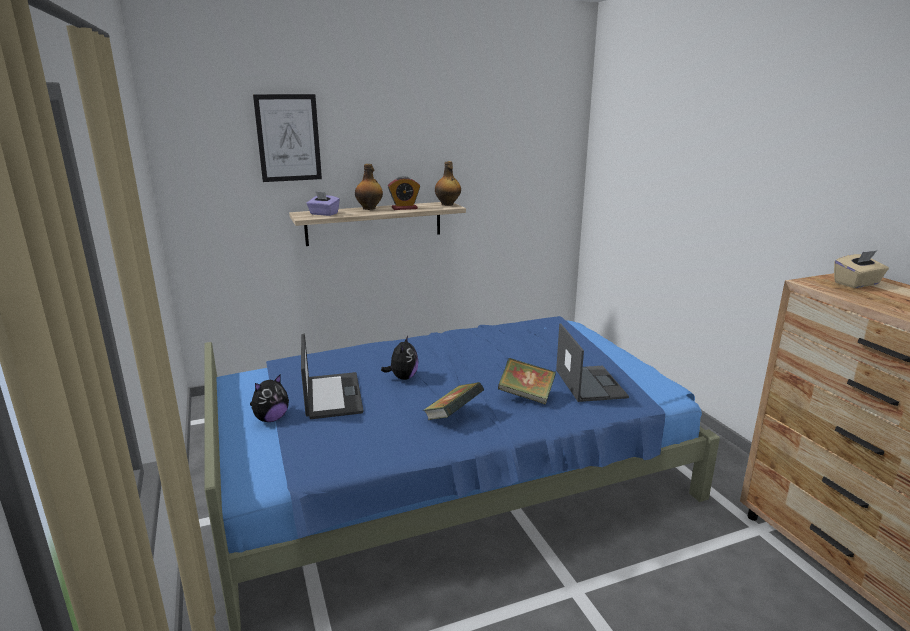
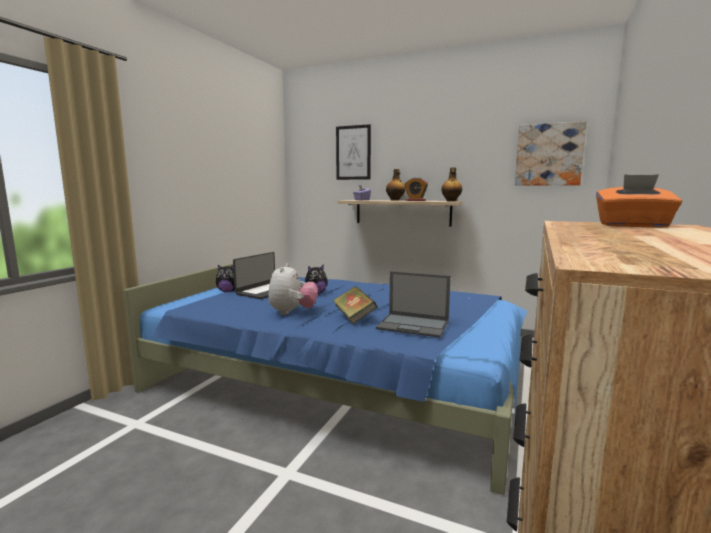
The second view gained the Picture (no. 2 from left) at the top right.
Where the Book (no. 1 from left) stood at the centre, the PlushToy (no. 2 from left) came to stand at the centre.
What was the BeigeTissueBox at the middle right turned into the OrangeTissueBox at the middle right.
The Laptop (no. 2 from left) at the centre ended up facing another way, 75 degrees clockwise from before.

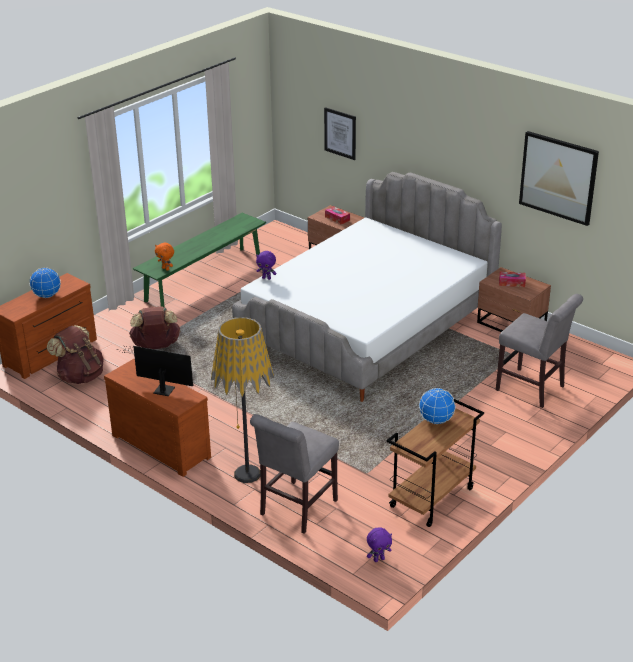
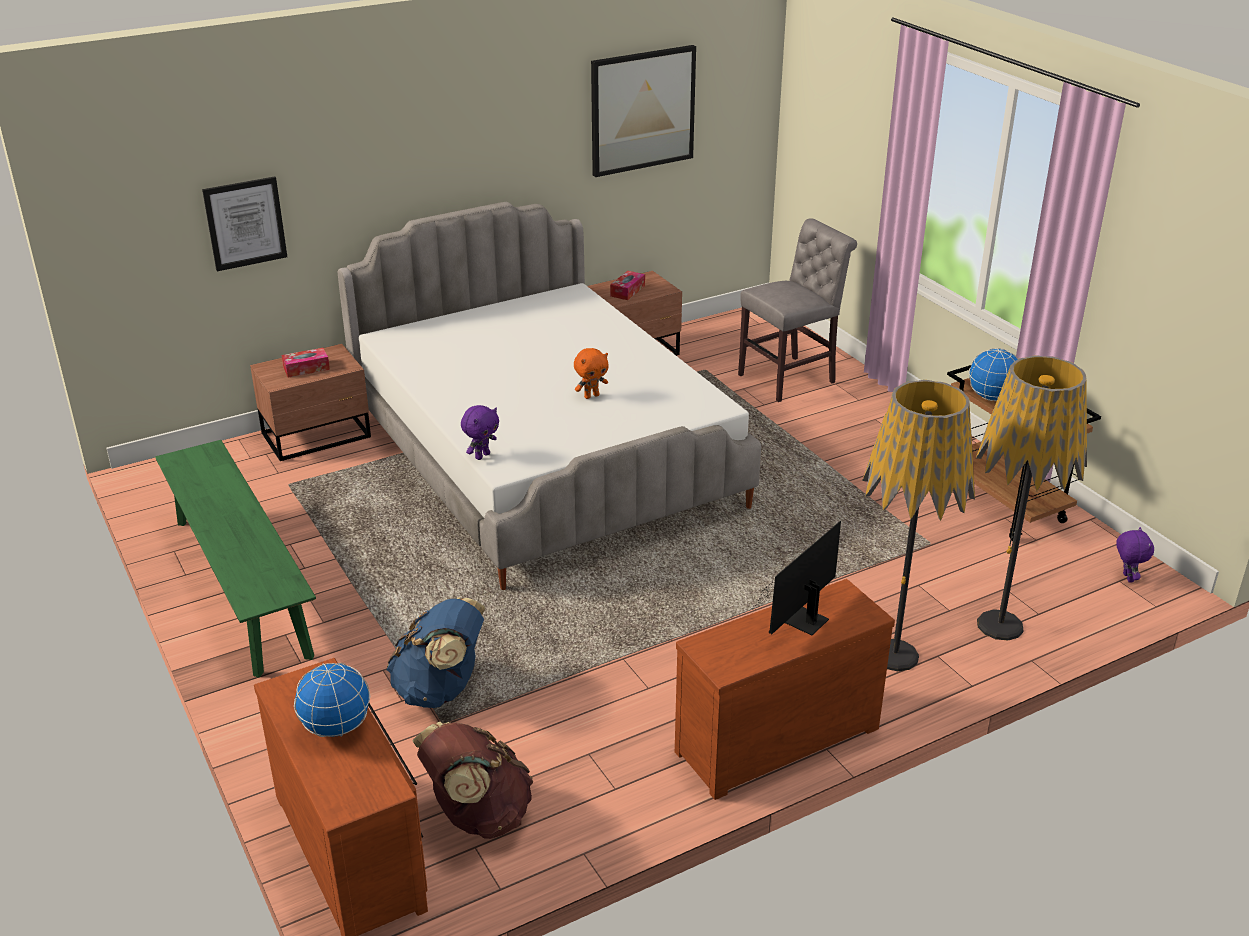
The OrangePlushToy ended up elsewhere, having gone from the middle left to the centre.
Where the GreyChair (no. 1 from left) stood at the bottom centre, the FloorLamp (no. 2 from left) came to stand at the middle right.
What was the BrownBackpack (no. 2 from left) at the middle left turned into the BlueBackpack at the bottom centre.

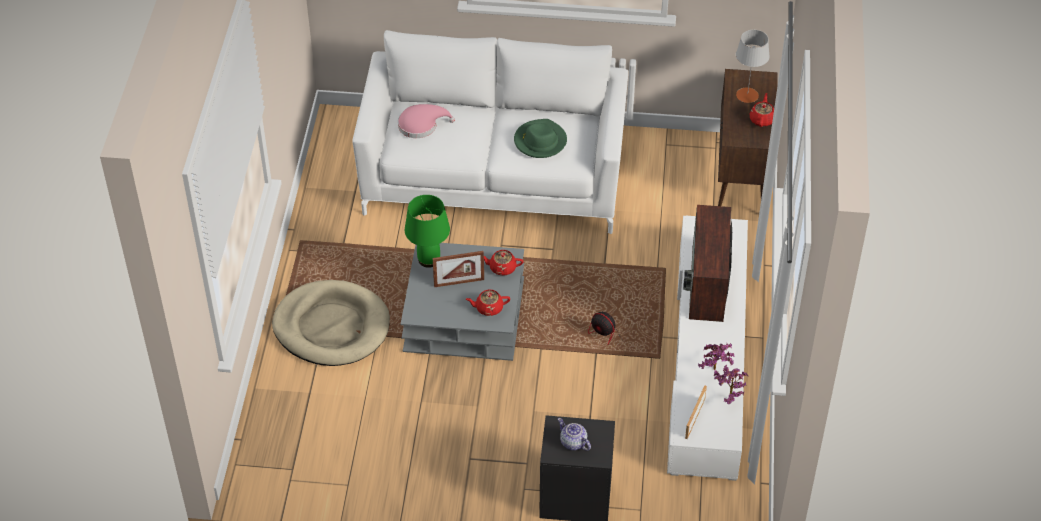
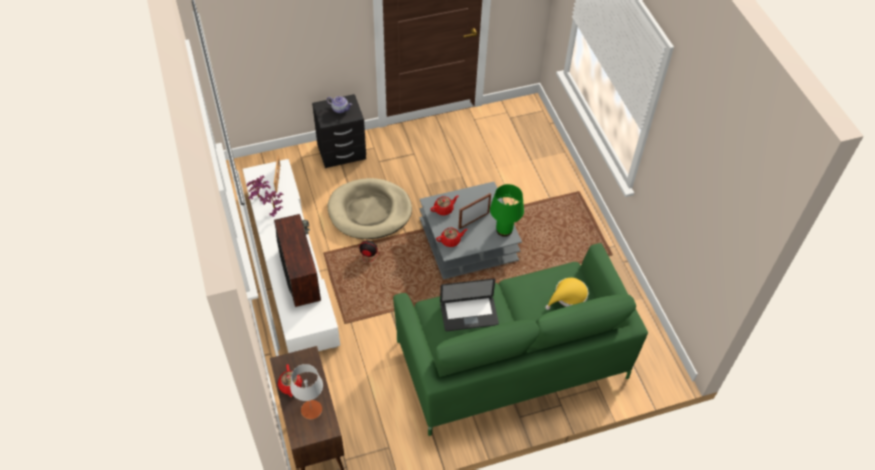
The BeigeDogBed ended up elsewhere, having gone from the middle left to the centre.
Where the GreenHat stood at the top centre, the Laptop came to stand at the centre.
What was the WhiteSofa at the top centre turned into the GreenSofa at the bottom centre.
What was the PinkHat at the top centre turned into the YellowHat at the centre.

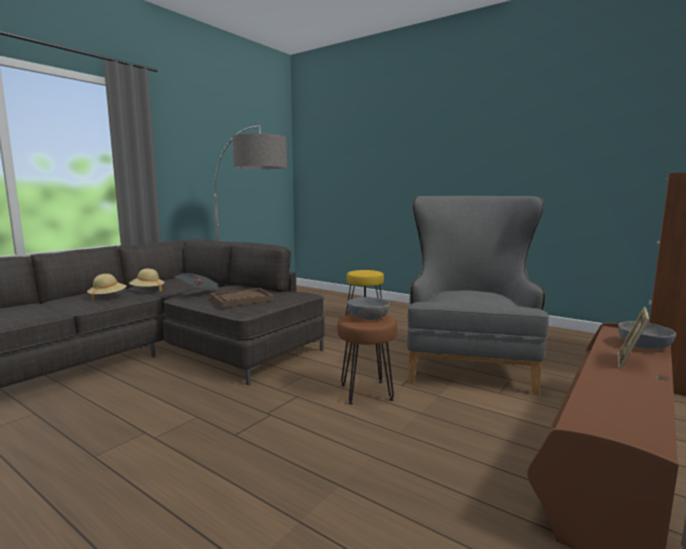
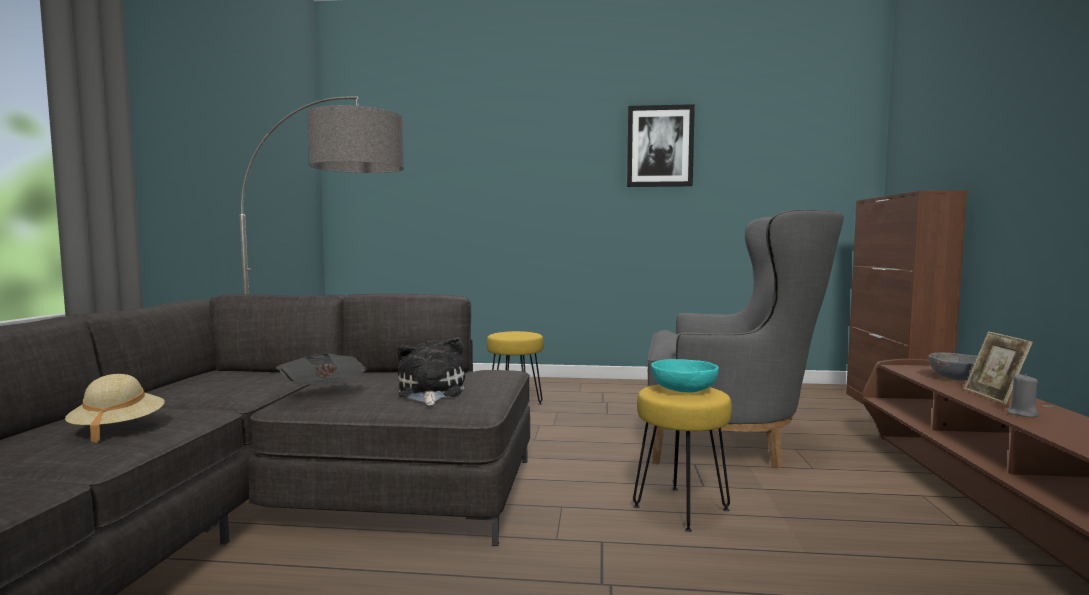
The second view lost the BeigeHat (no. 2 from left) at the middle left.
The second view gained the Picture at the top centre.
The second view gained the GreyCandle at the middle right.
Where the BrownTray stood at the centre, the PlushToy came to stand at the centre.
What was the BrownStool at the centre turned into the YellowStool (no. 2 from left) at the bottom centre.
What was the GreyBowl (no. 1 from left) at the centre turned into the TurquoiseBowl at the centre.
The GreyArmchair at the middle right ended up facing another way, 120 degrees clockwise from before.

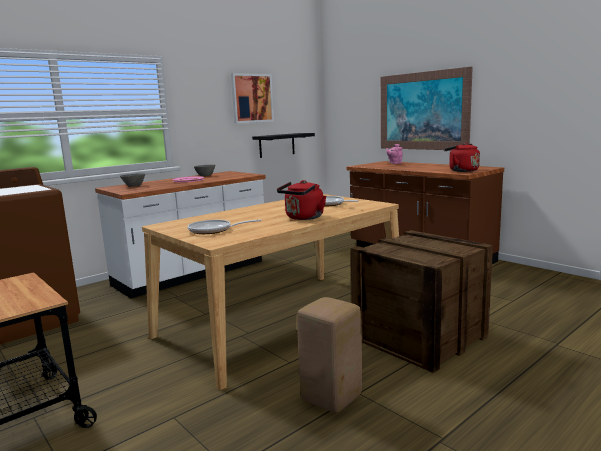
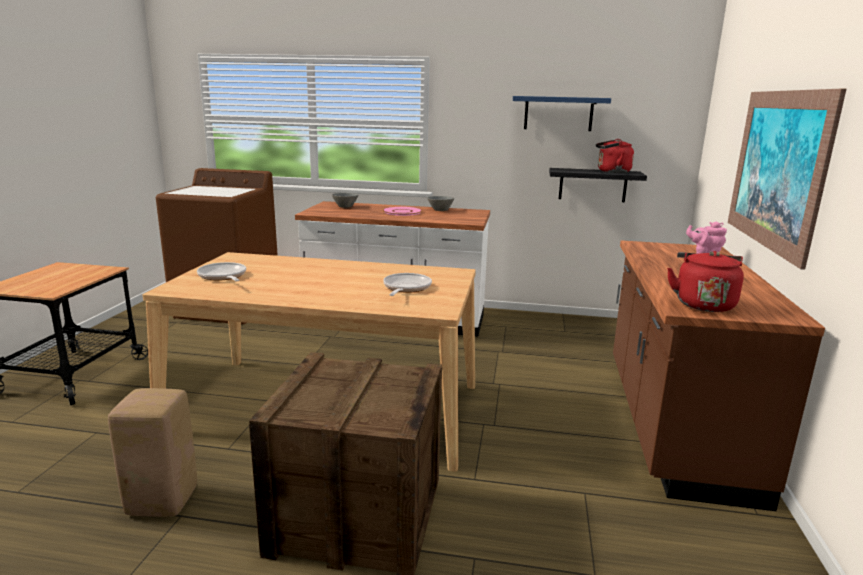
The RedKettle (no. 1 from left) ended up elsewhere, having gone from the centre to the top right.
Where the Picture (no. 1 from left) hung at the top centre, the BlueShelf came to hang at the top centre.

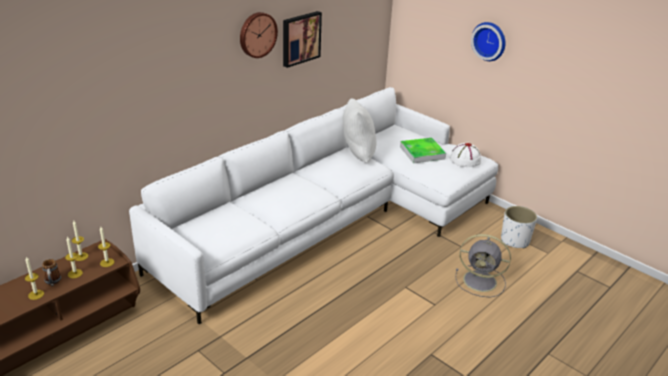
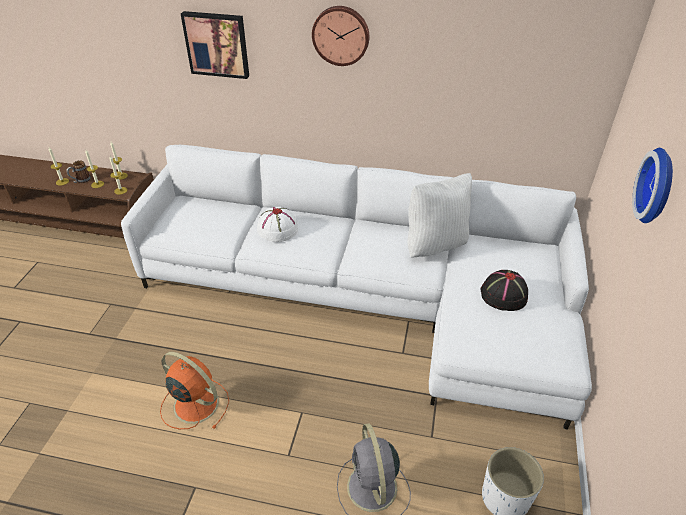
The second view gained the OrangeFan at the bottom left.
The Picture ended up elsewhere, having gone from the top centre to the top left.
The WhiteHat ended up elsewhere, having gone from the middle right to the centre.
Where the Tray stood at the centre, the BlackHat came to stand at the middle right.

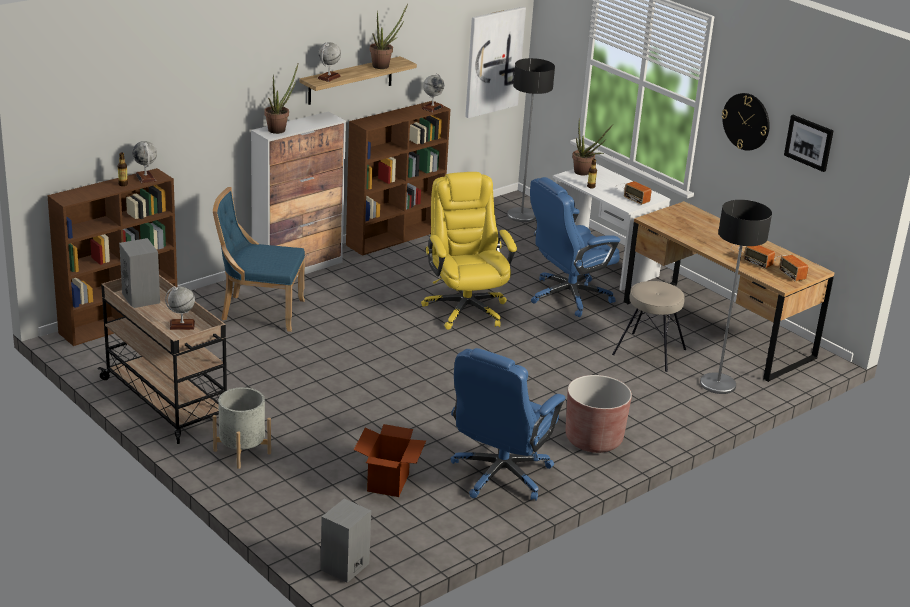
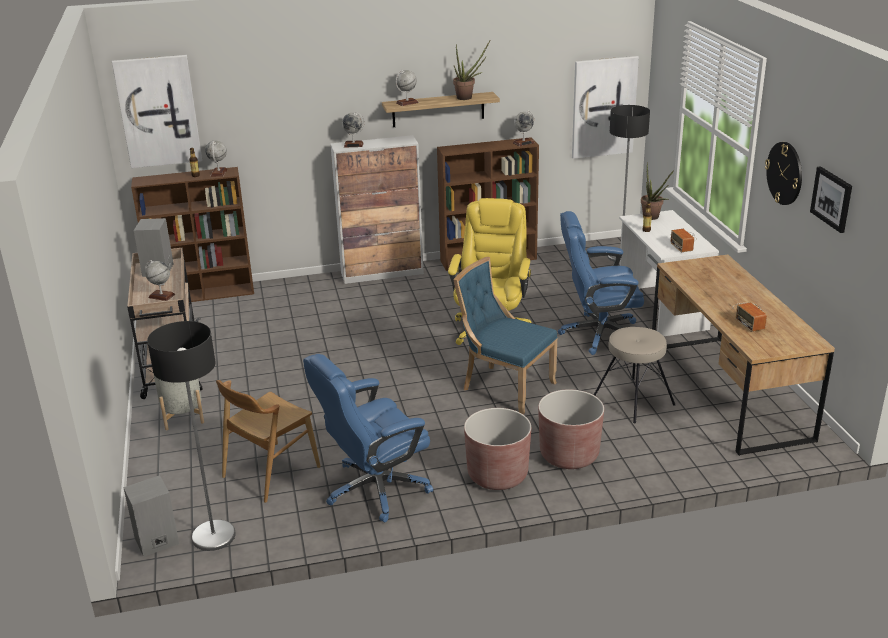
The second view lost the Radio (no. 3 from left) at the middle right.
The second view gained the Picture (no. 1 from left) at the top left.
The second view gained the BrownPlanter (no. 2 from left) at the bottom centre.
The BlueChair ended up elsewhere, having gone from the middle left to the centre.
The FloorLamp (no. 2 from left in the first image) ended up elsewhere, having gone from the middle right to the bottom left.
Where the PottedPlant (no. 1 from left) stood at the top left, the Globe (no. 3 from left) came to stand at the top centre.
Where the CardboardBox stood at the bottom centre, the BrownChair came to stand at the bottom left.

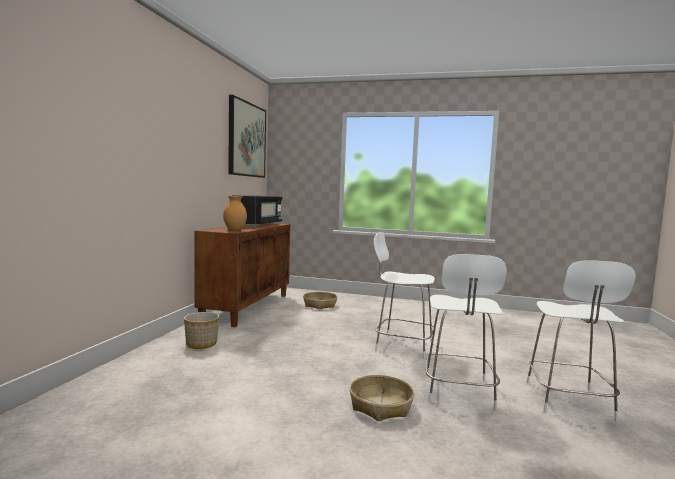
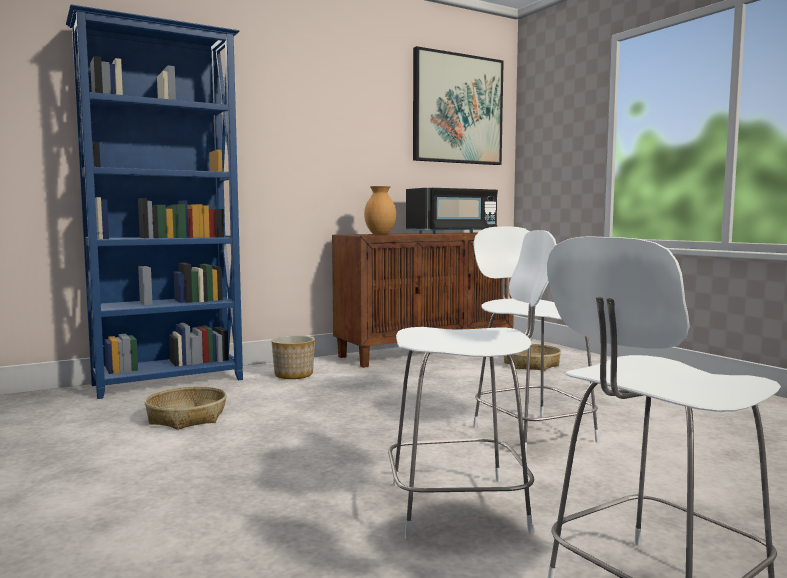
The second view gained the BlueBookcase at the middle left.
The Basket (no. 2 from left in the first image) ended up elsewhere, having gone from the bottom centre to the bottom left.
The WhiteChair (no. 2 from left in the first image) at the bottom right ended up facing another way, 150 degrees counterclockwise from before.

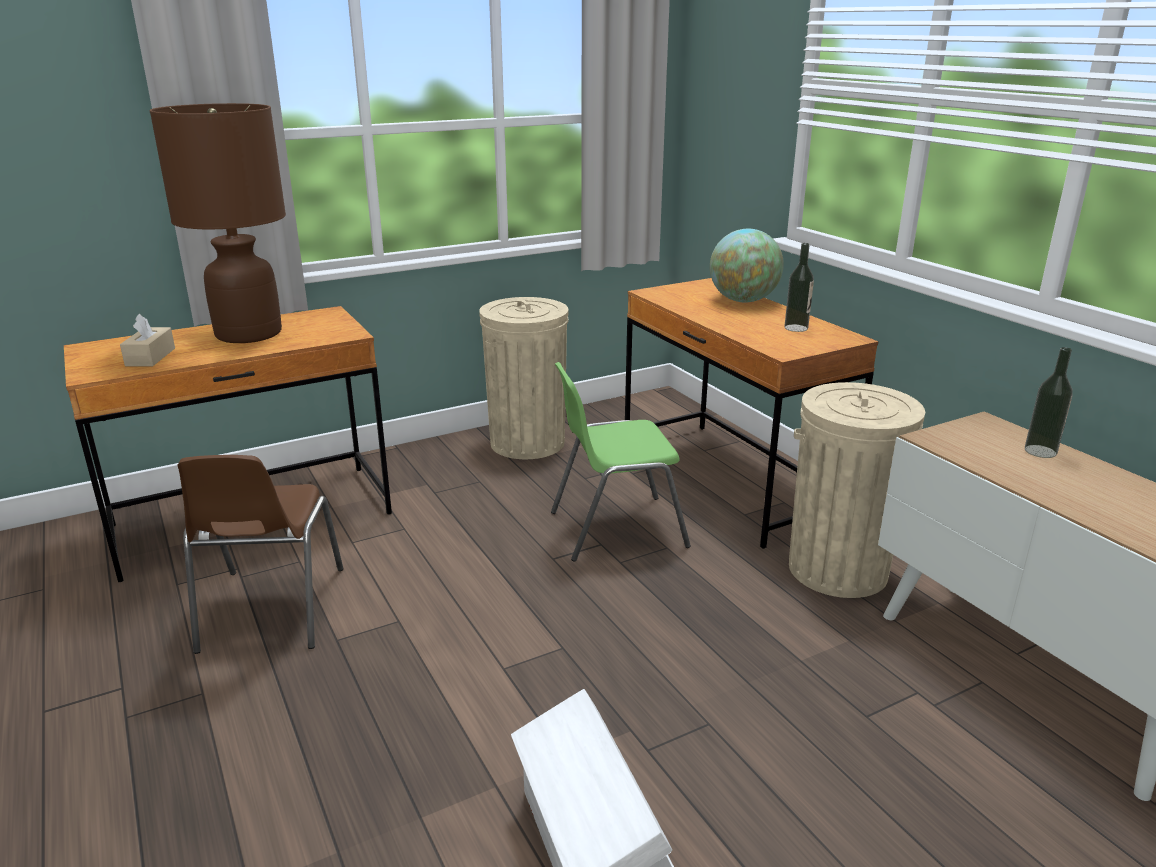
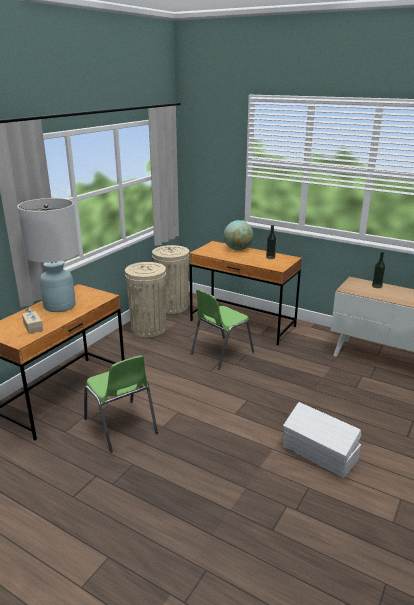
The BeigeTrashCan (no. 2 from left) ended up elsewhere, having gone from the middle right to the centre.
What was the BrownTableLamp at the top left turned into the WhiteTableLamp at the middle left.
What was the BrownChair at the middle left turned into the GreenChair (no. 1 from left) at the bottom left.

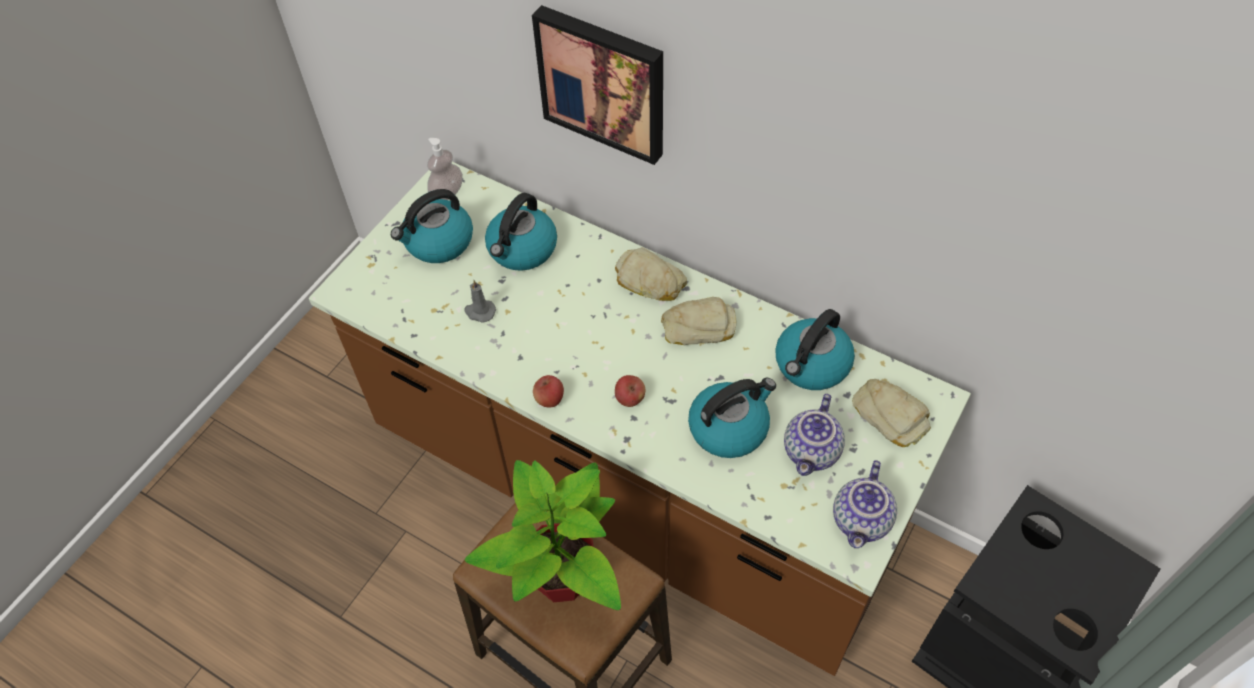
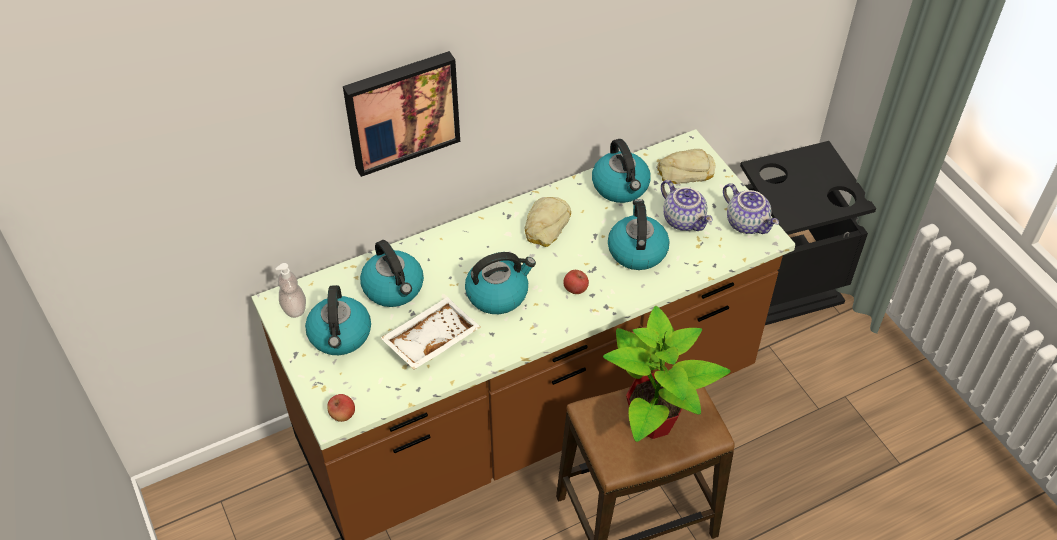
The second view lost the Bread (no. 1 from left) at the centre.
The second view gained the Kettle (no. 3 from left) at the centre.
The Apple (no. 1 from left) ended up elsewhere, having gone from the centre to the bottom left.
Where the GreyCandle stood at the centre, the WhiteTray came to stand at the centre.

